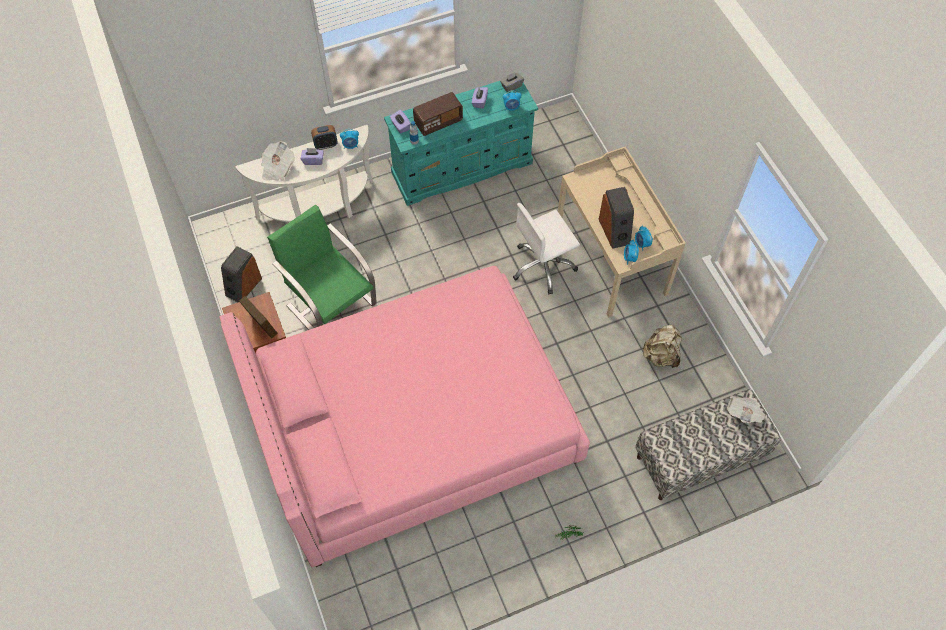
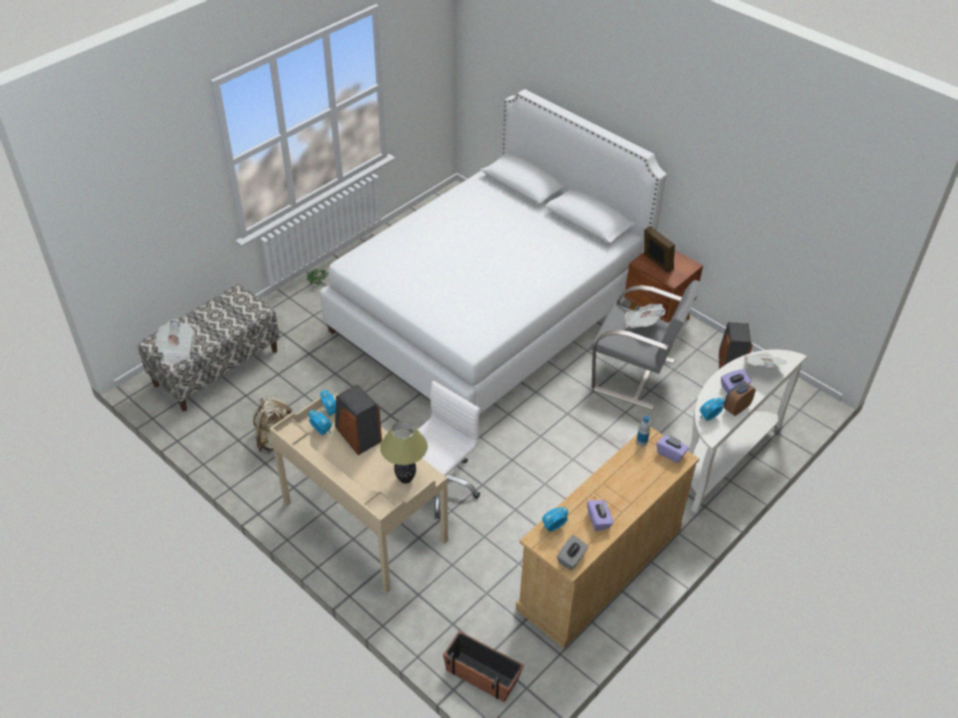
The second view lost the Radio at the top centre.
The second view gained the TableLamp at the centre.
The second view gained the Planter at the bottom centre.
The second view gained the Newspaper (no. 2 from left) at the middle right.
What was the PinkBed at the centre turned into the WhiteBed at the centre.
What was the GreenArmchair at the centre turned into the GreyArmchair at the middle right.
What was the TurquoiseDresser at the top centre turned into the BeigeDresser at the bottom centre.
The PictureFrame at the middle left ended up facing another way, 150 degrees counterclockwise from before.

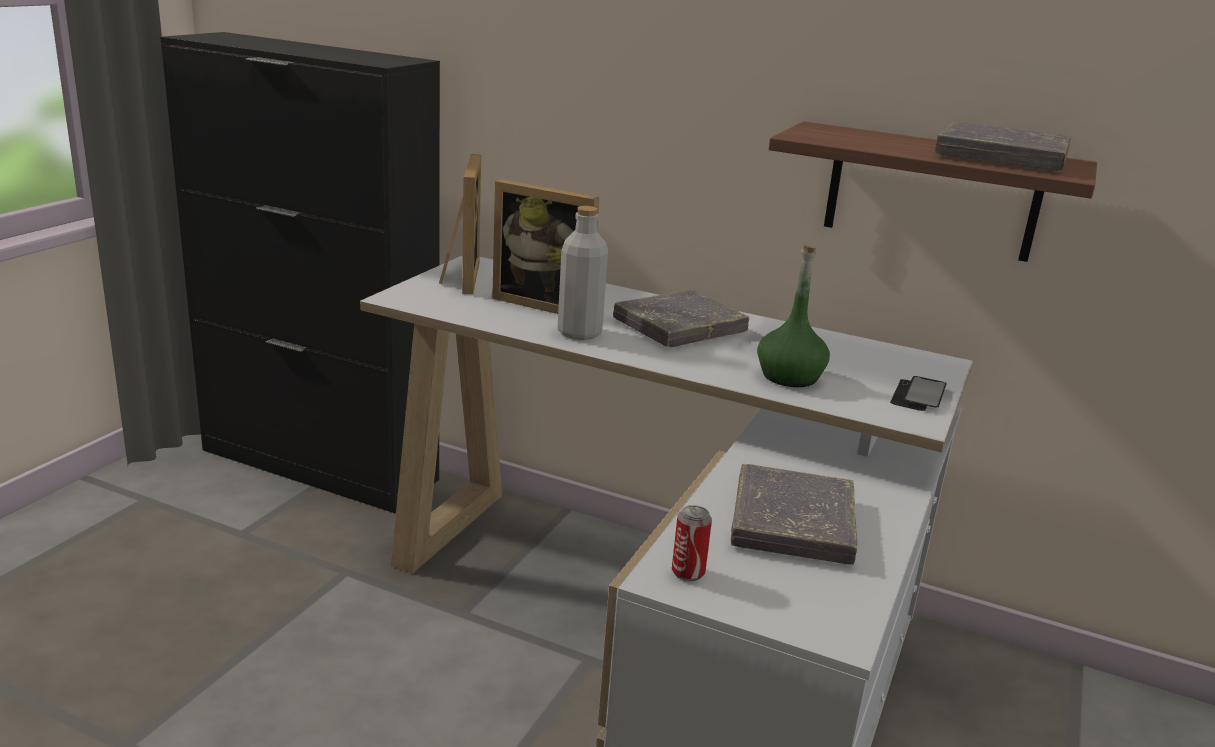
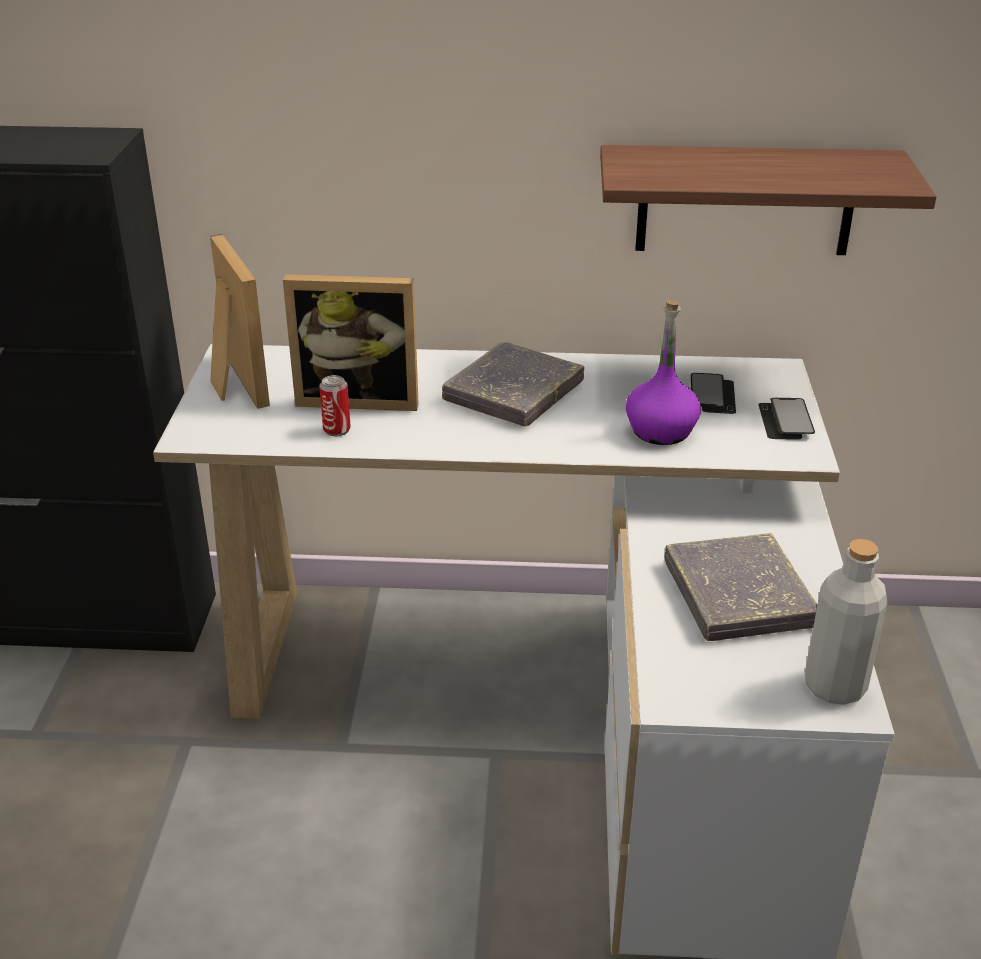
The second view lost the GreyBook (no. 3 from left) at the top right.
The second view gained the Phone (no. 1 from left) at the middle right.
The GreyBottle ended up elsewhere, having gone from the centre to the middle right.
The Can ended up elsewhere, having gone from the bottom centre to the centre.
What was the GreenBottle at the centre turned into the PurpleBottle at the middle right.

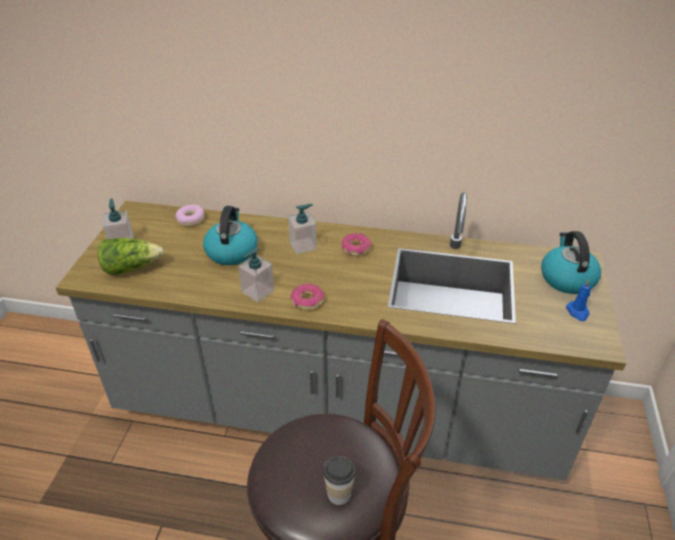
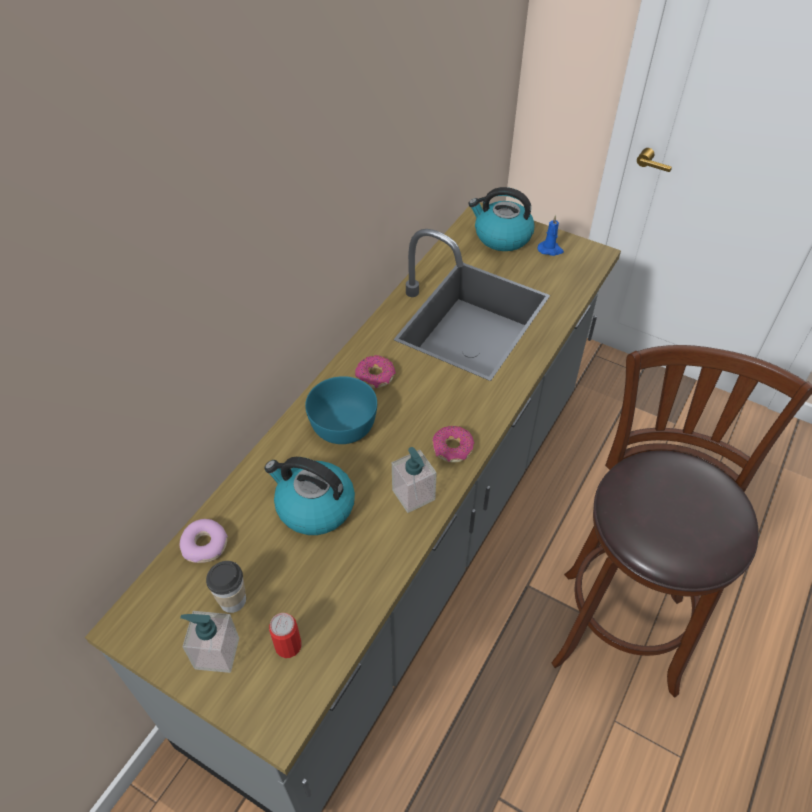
The Cup ended up elsewhere, having gone from the bottom centre to the bottom left.
Where the Lettuce stood at the middle left, the Can came to stand at the bottom centre.
Where the SoapDispenser (no. 3 from left) stood at the centre, the TurquoiseBowl came to stand at the centre.

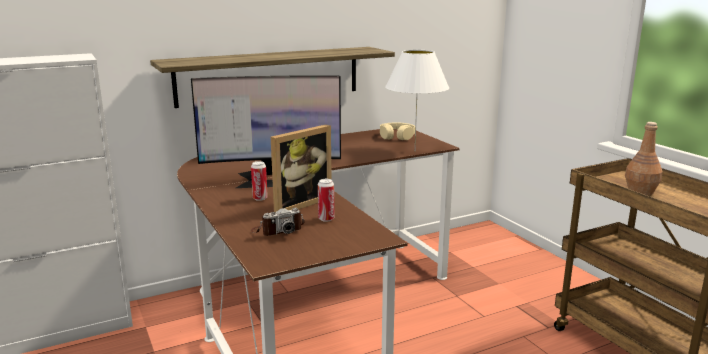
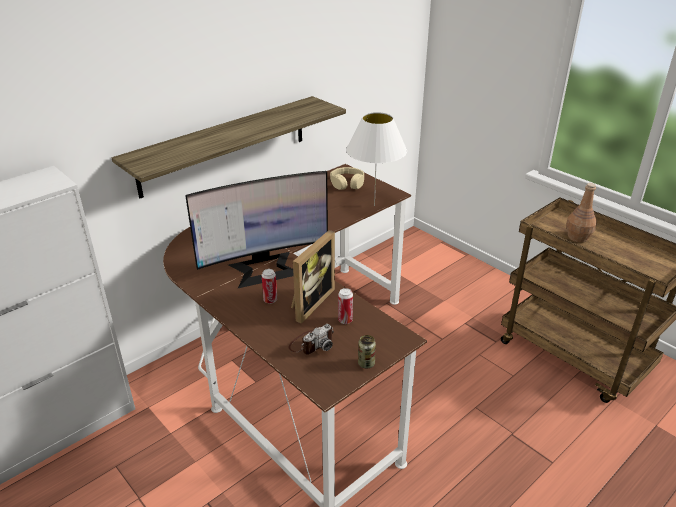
The second view gained the Can (no. 3 from left) at the bottom centre.

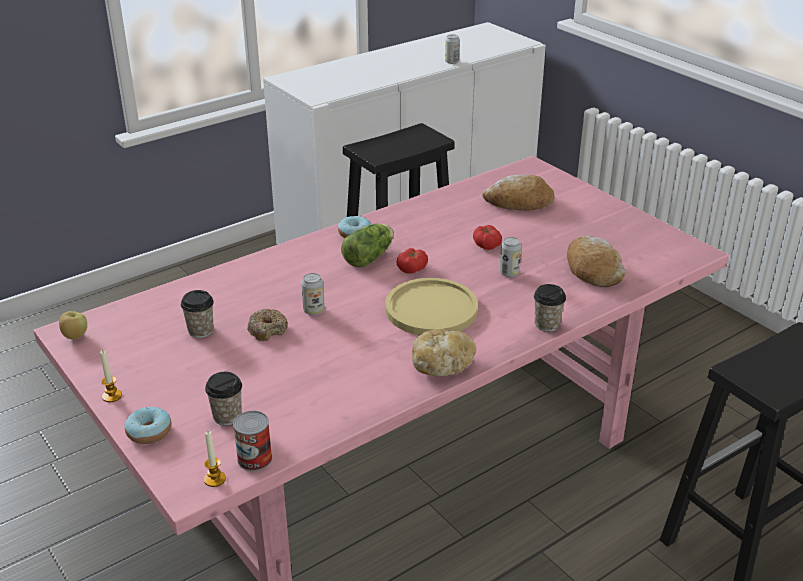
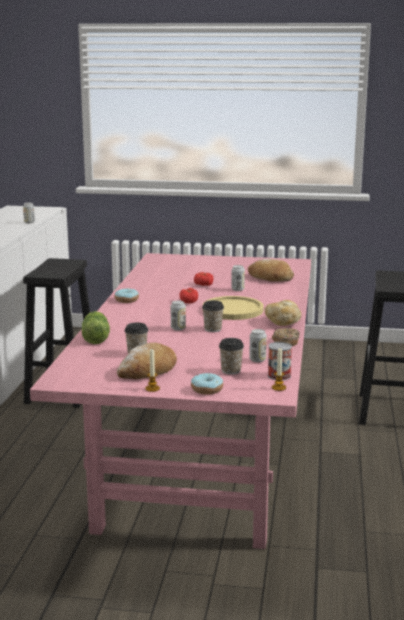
The second view lost the Apple at the middle left.
The second view gained the Can (no. 4 from left) at the centre.
The Donut (no. 2 from left in the first image) ended up elsewhere, having gone from the middle left to the middle right.
The Lettuce ended up elsewhere, having gone from the centre to the middle left.
The Bread (no. 2 from left in the first image) ended up elsewhere, having gone from the top centre to the centre.
The Cup (no. 3 from left in the first image) ended up elsewhere, having gone from the middle right to the centre.

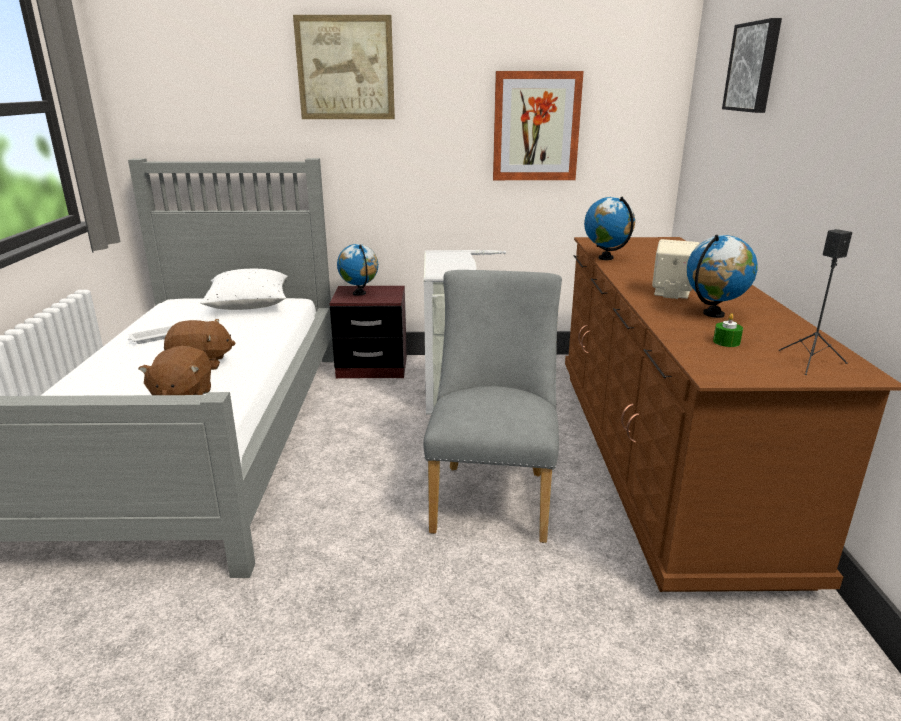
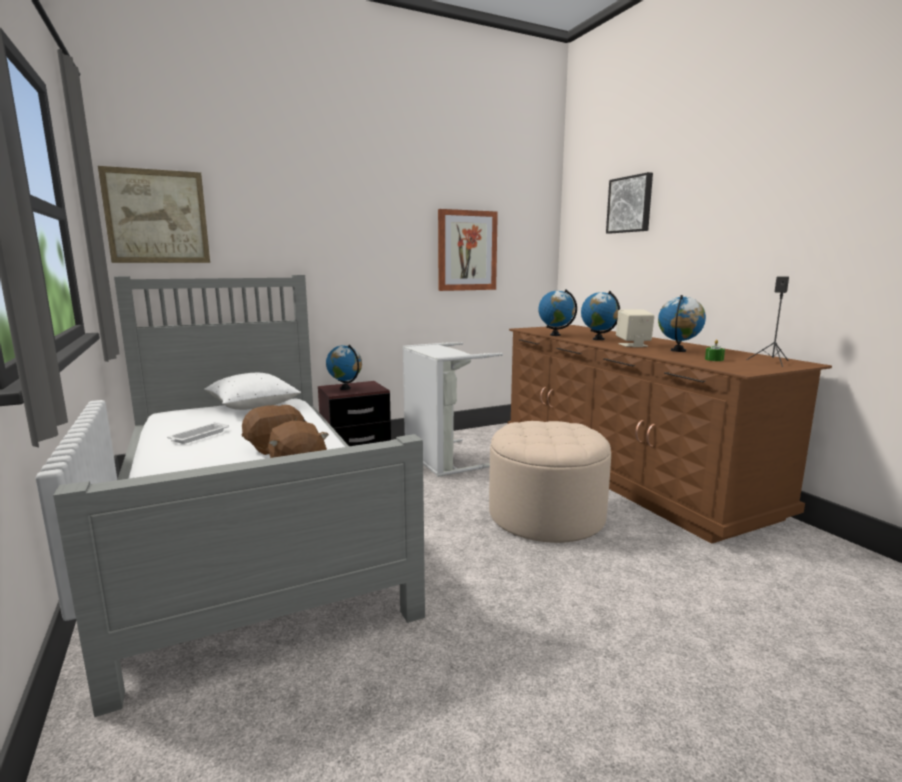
The second view gained the Globe (no. 3 from left) at the centre.
The Picture (no. 1 from left) ended up elsewhere, having gone from the top centre to the top left.
Where the GreyChair stood at the centre, the BeigeOttoman came to stand at the centre.

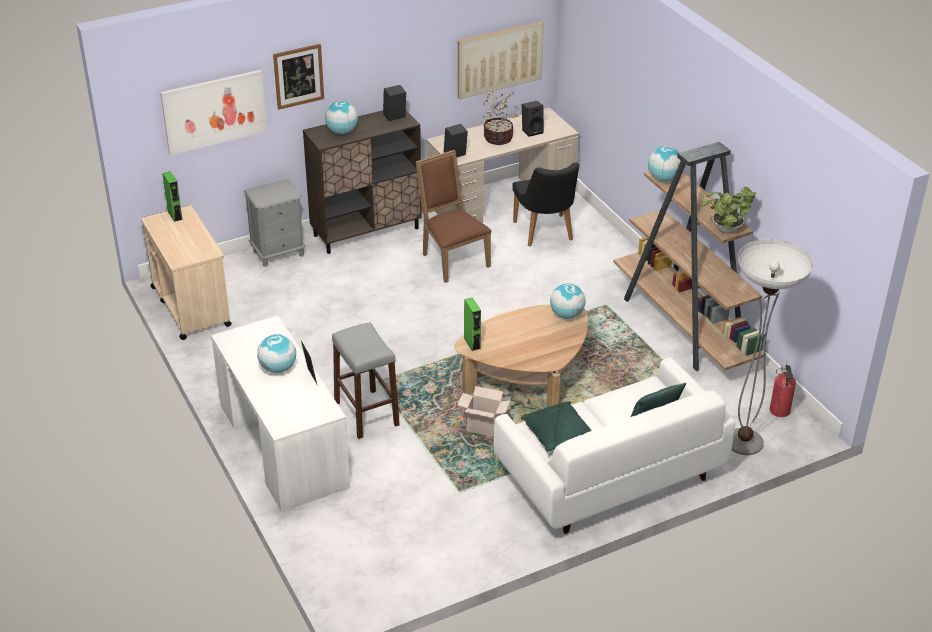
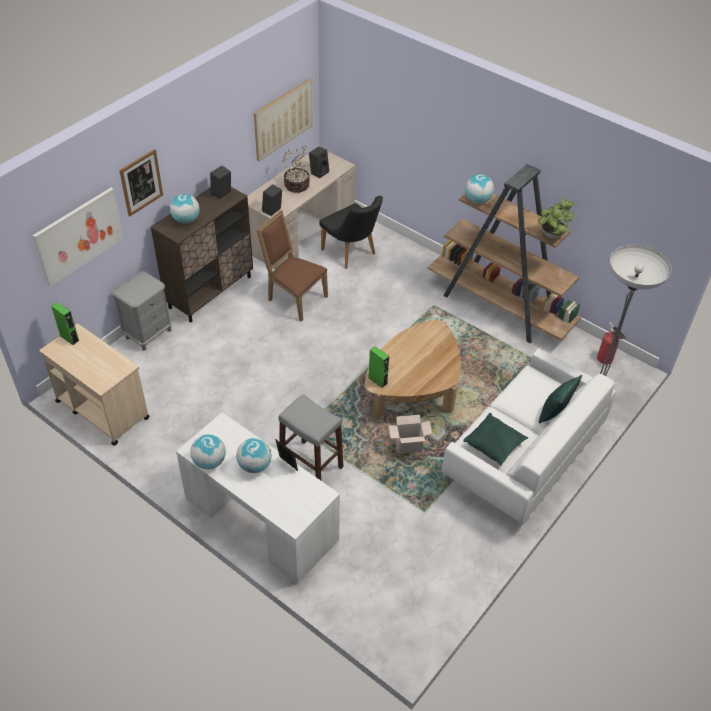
The Globe (no. 3 from left in the first image) ended up elsewhere, having gone from the centre to the middle left.

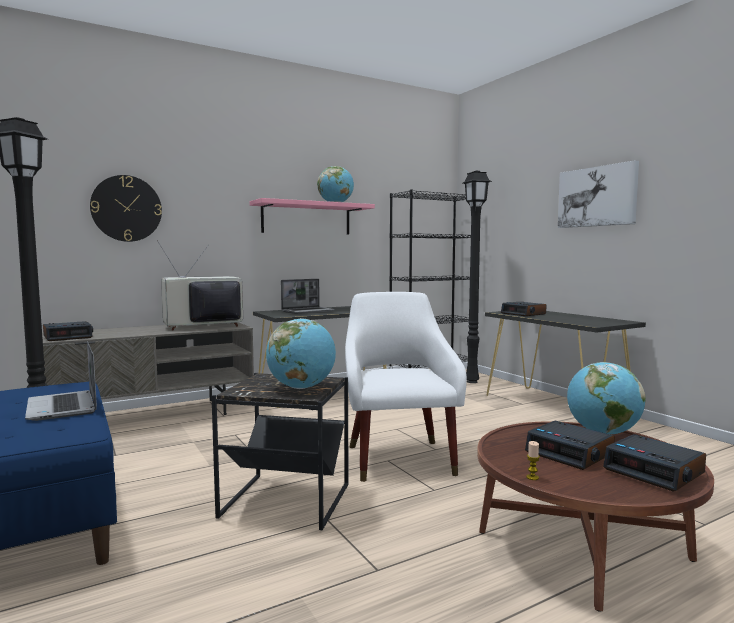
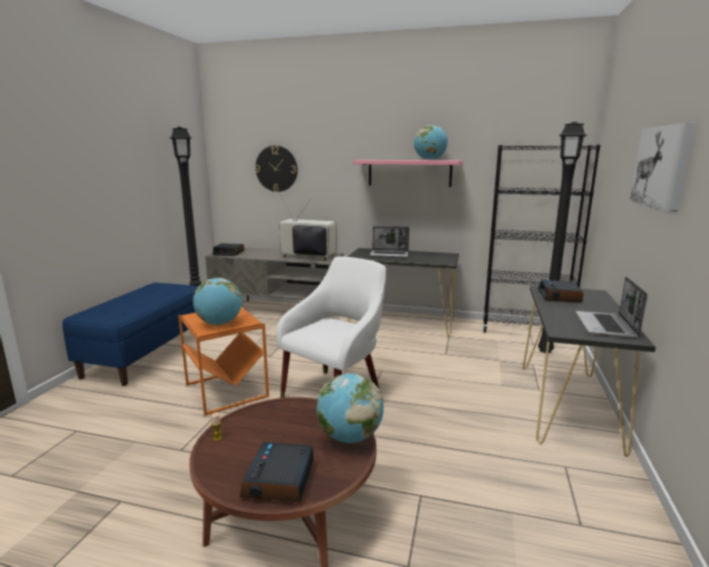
The second view lost the AlarmClock (no. 3 from left) at the bottom right.
The Laptop (no. 1 from left in the first image) ended up elsewhere, having gone from the middle left to the middle right.
What was the BlackSideTable at the bottom centre turned into the OrangeSideTable at the middle left.

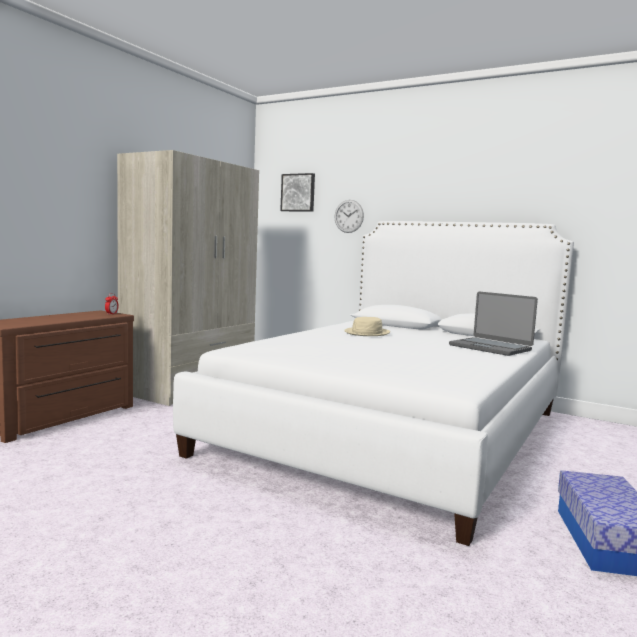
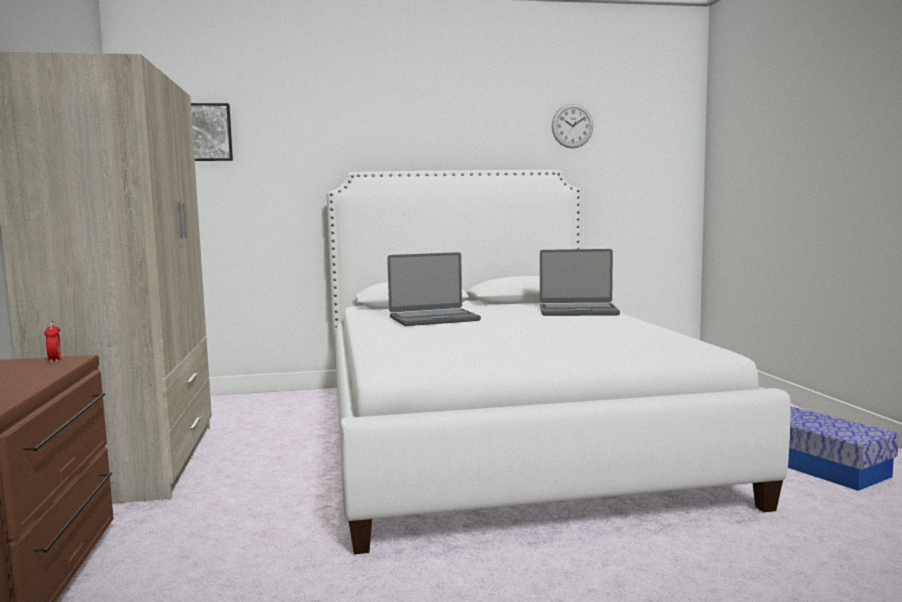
The WallClock ended up elsewhere, having gone from the centre to the top centre.
Where the BeigeHat stood at the centre, the Laptop (no. 1 from left) came to stand at the centre.

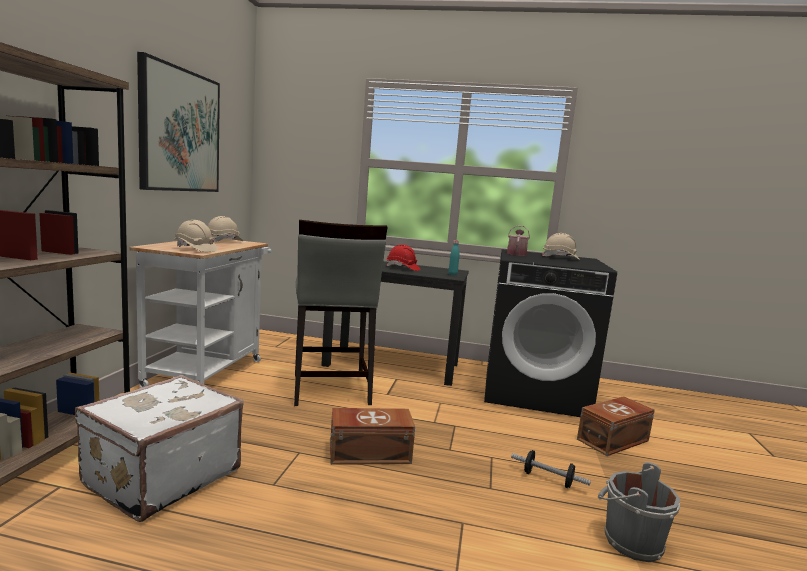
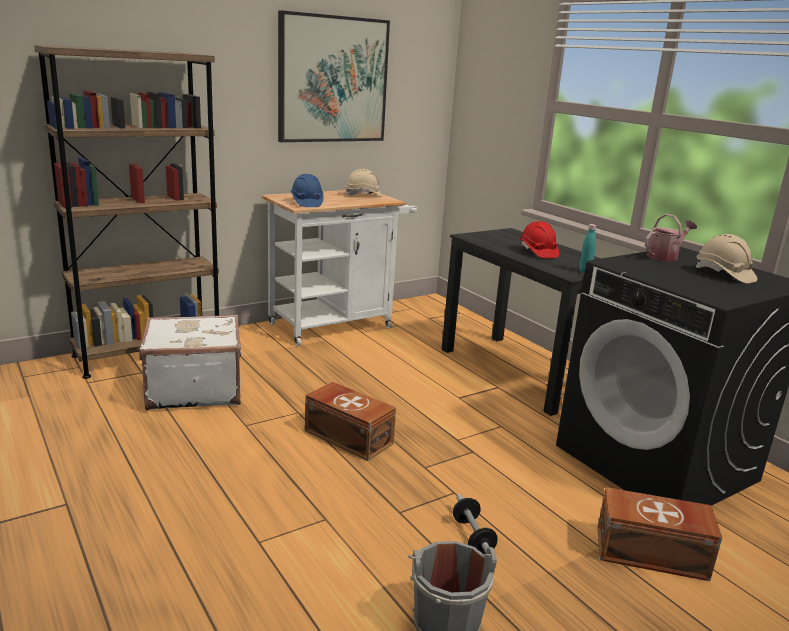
The second view lost the GreyStool at the centre.
What was the BeigeHardHat (no. 1 from left) at the middle left turned into the BlueHardHat at the top centre.

